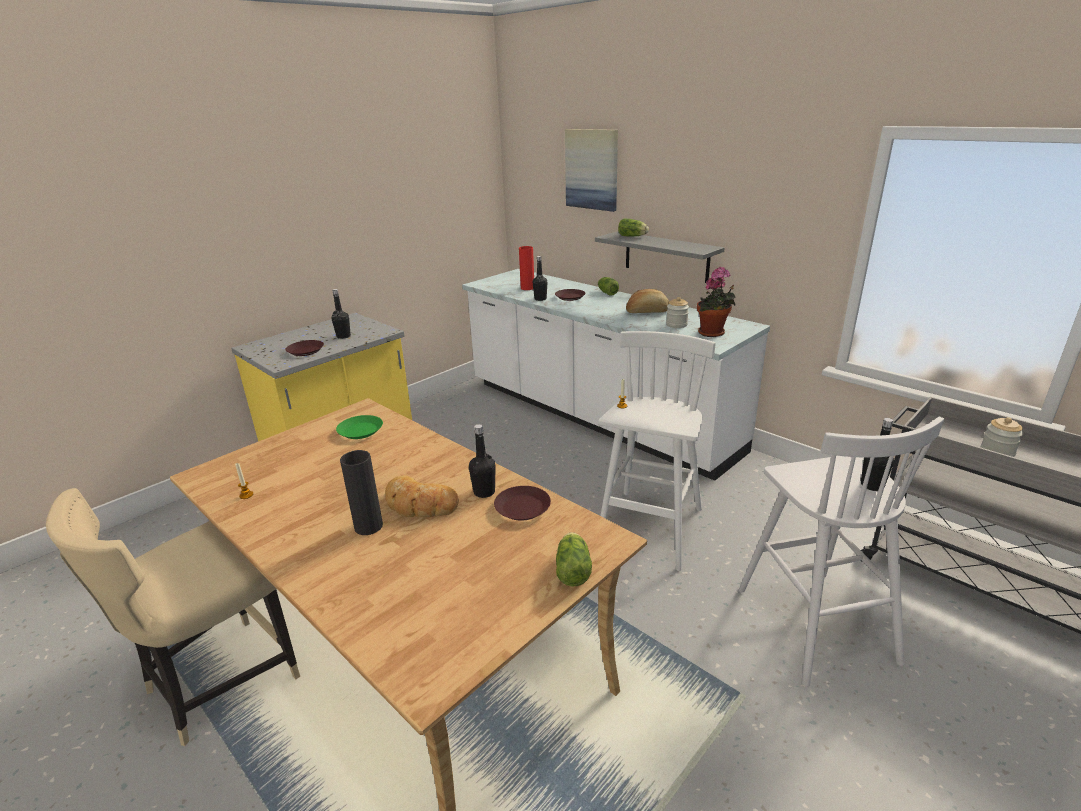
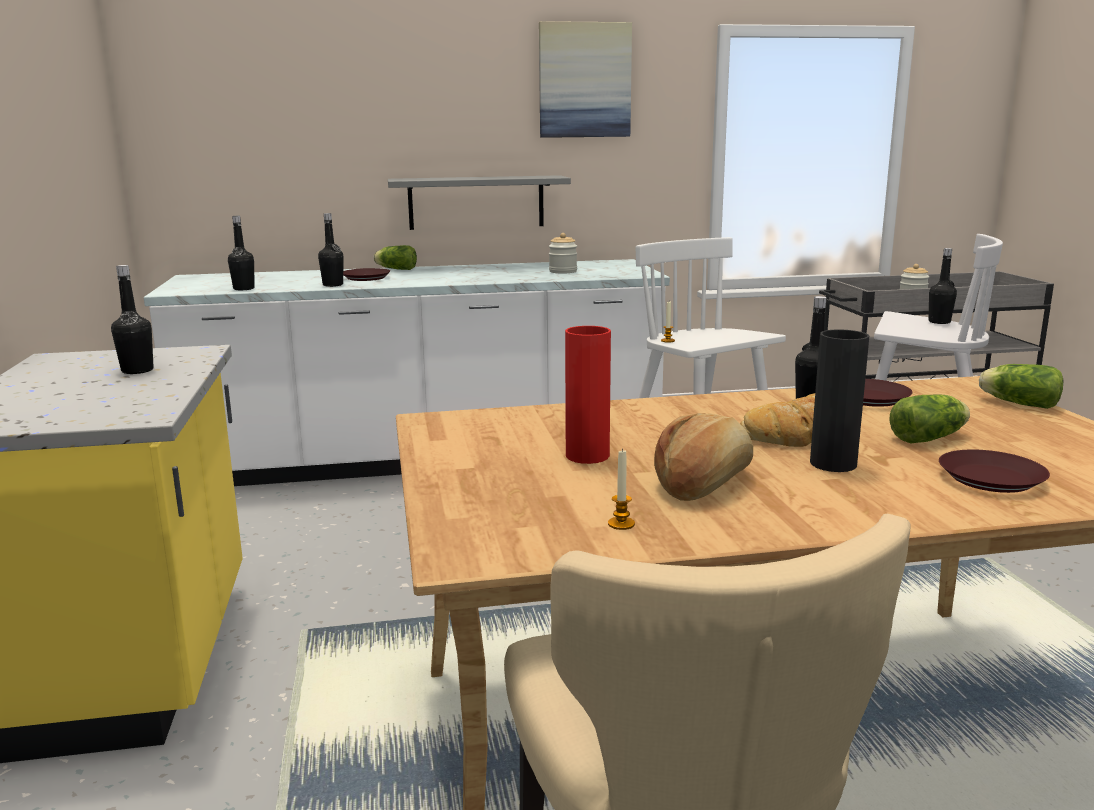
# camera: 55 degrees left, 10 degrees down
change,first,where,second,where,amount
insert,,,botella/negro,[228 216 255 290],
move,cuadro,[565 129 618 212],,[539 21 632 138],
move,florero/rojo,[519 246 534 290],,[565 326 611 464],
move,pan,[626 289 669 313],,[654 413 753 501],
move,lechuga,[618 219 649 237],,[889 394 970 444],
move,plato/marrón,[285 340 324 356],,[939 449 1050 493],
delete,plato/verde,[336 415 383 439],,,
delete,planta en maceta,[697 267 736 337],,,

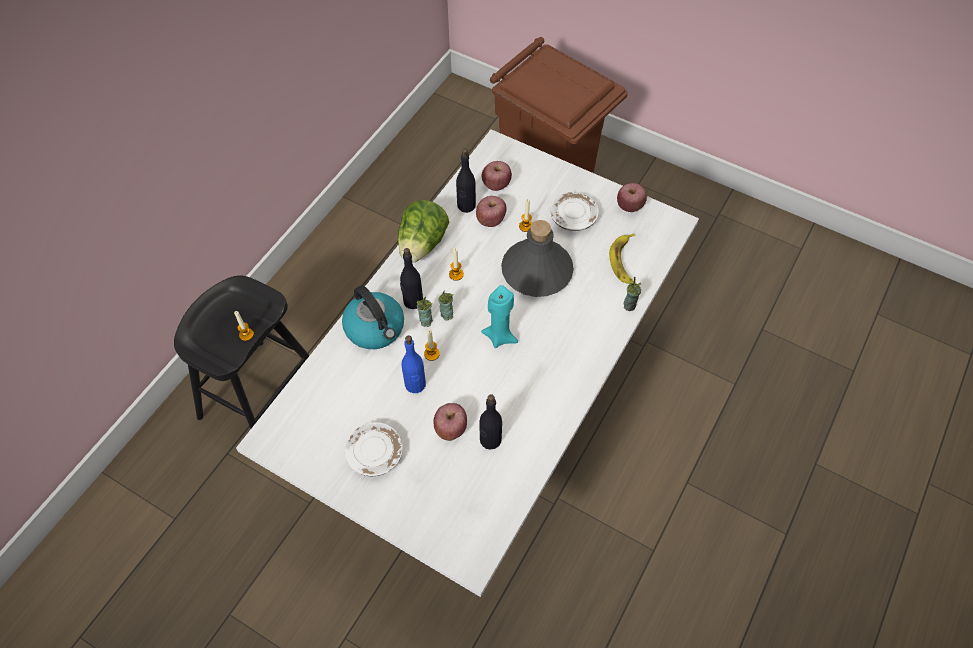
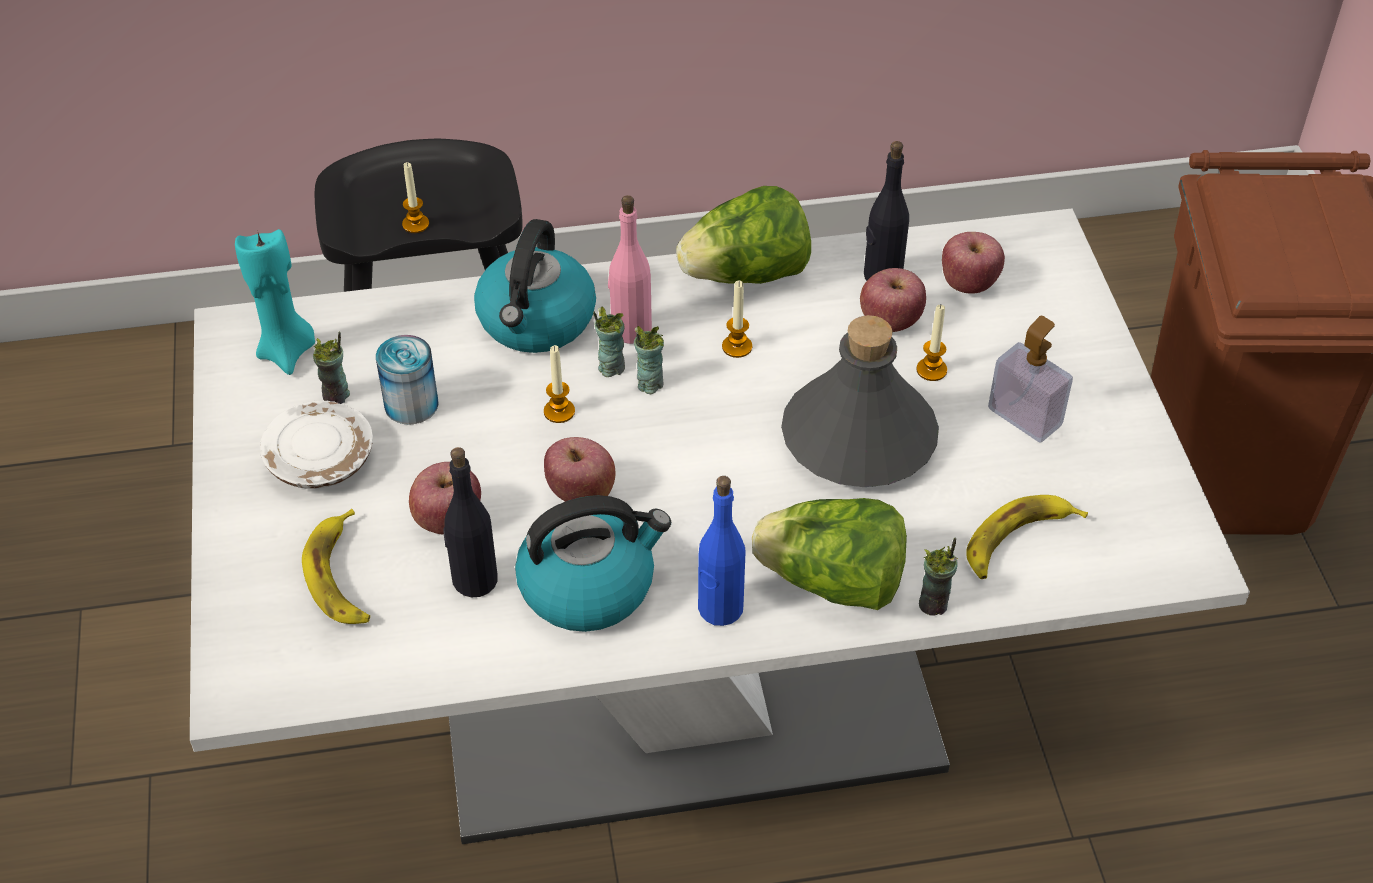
# camera: 50 degrees right, 10 degrees down
change,first,where,second,where,amount
move,vela/turquesa,[481 285 518 348],,[235 229 315 375],
insert,,,plátano,[302 509 370 624],
insert,,,taza,[313 332 350 404],
insert,,,lata,[376 335 439 425],
insert,,,hervidor,[515 495 671 632],
move,manzana,[617 183 647 212],,[544 437 616 502],
recolor,botella/negro,[400 248 423 309],botella/rosa,[608 195 652 344],
move,botella/azul,[402 336 426 393],,[698 476 746 626],
insert,,,lechuga,[752 498 907 610],
replace,plato/blanco,[550 192 599 231],dispensador de jabón,[988 316 1073 443],

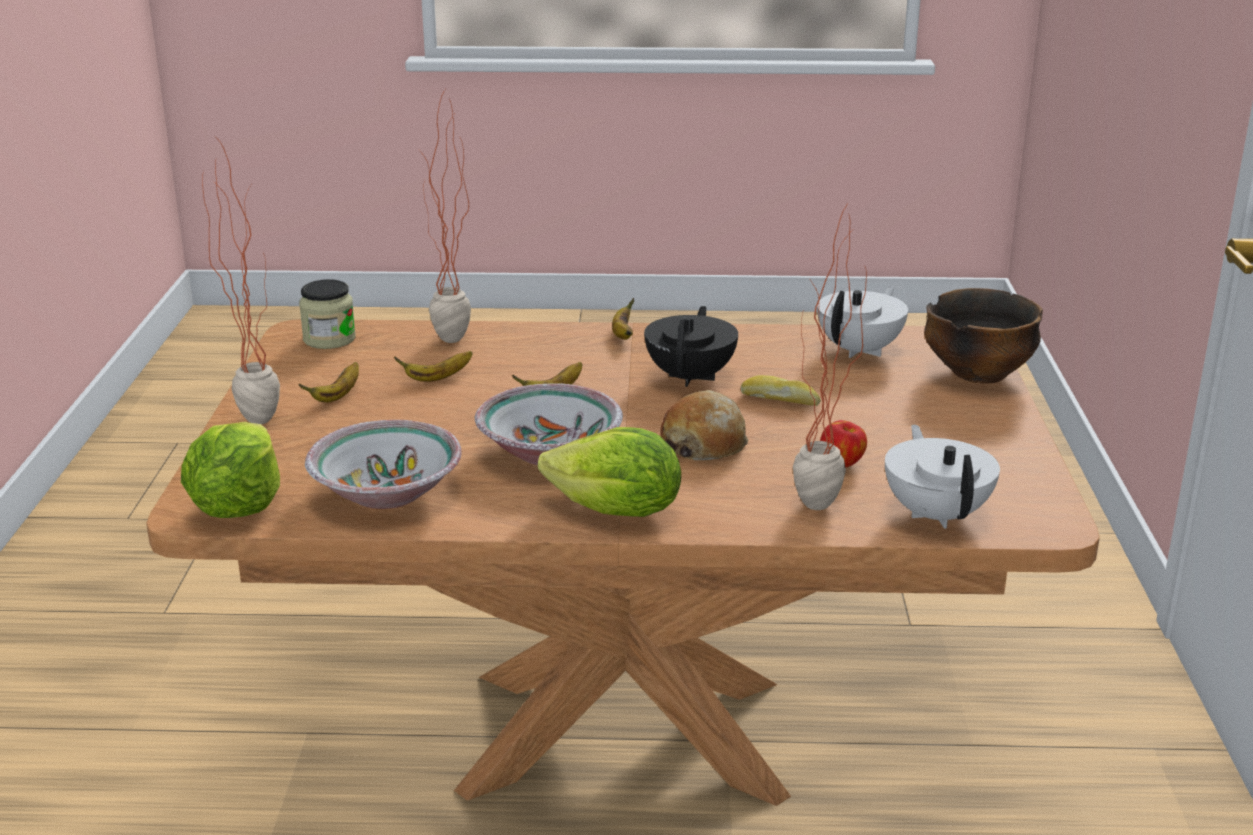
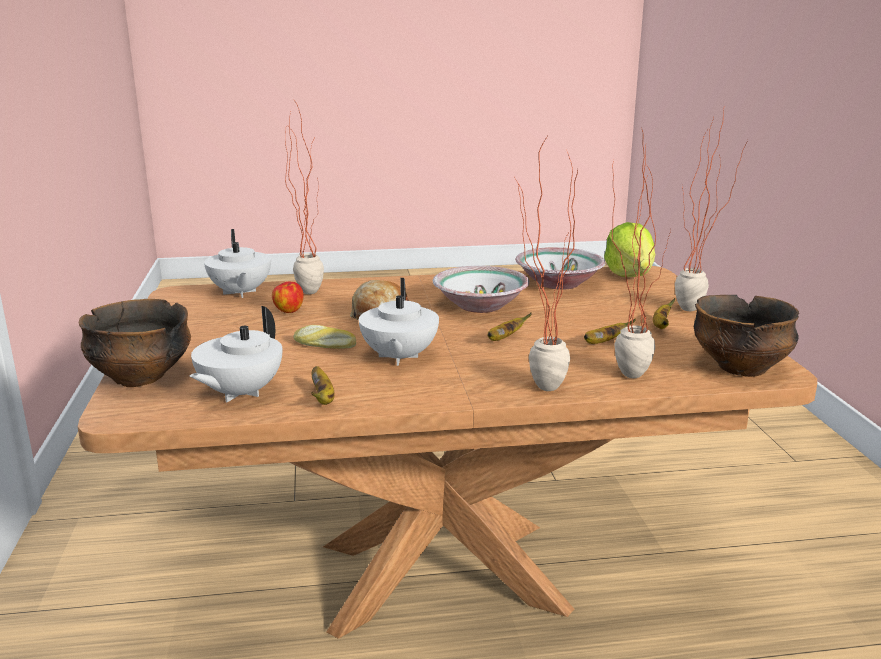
# camera: 170 degrees right, 5 degrees down
change,first,where,second,where,amount
move,plátano,[612 298 634 340],,[311 366 335 405],
recolor,tetera/negro,[644 306 738 387],tetera/blanco,[359 278 439 366],
insert,,,planta en maceta,[513 134 578 391],
replace,tarro,[299 279 356 349],cuenco,[694 295 799 377],
delete,lechuga,[538 427 681 517],,,

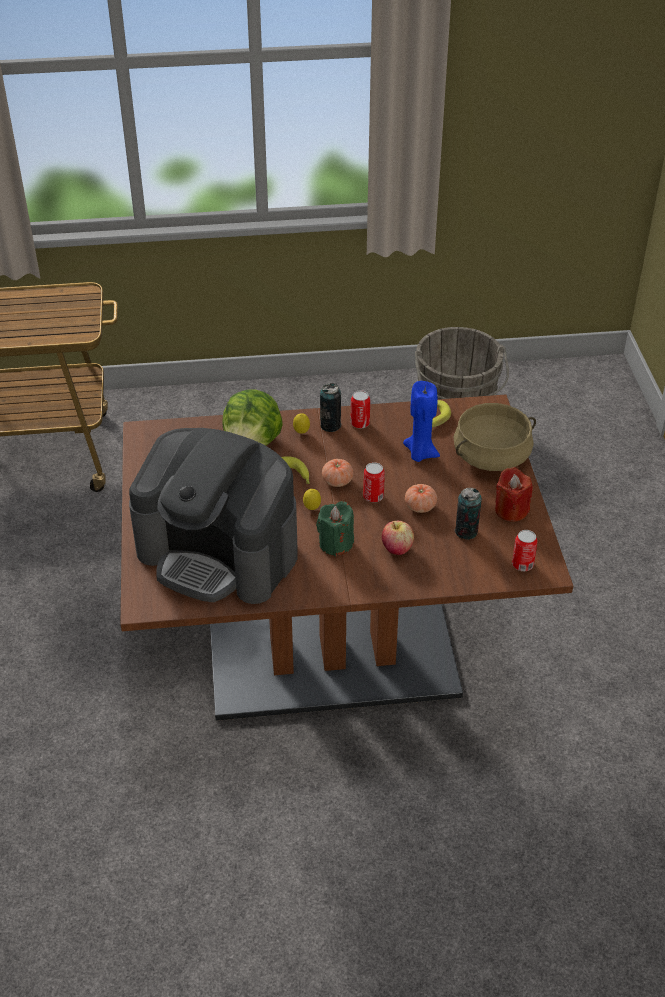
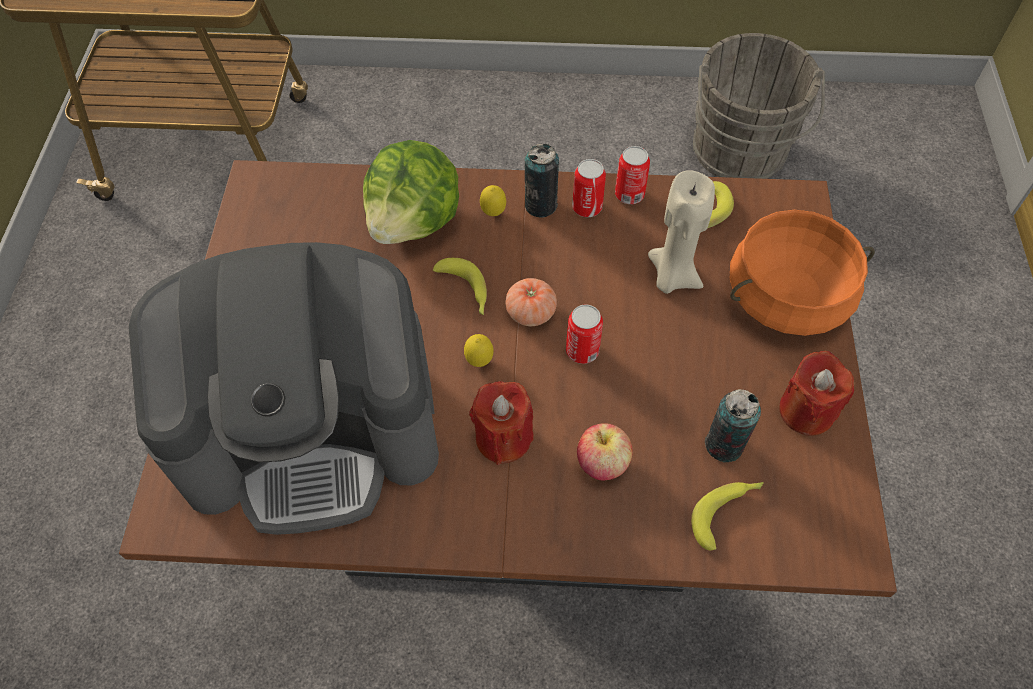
# camera: 10 degrees right, 15 degrees up
change,first,where,second,where,amount
rotate,cafetera,[129 428 298 604],,[129 242 439 535],45 degrees counterclockwise
recolor,vela/verde,[316 501 354 556],vela/rojo,[469 381 534 465],
move,lata,[512 530 537 571],,[615 146 650 204],
recolor,vela/azul,[403 381 440 462],vela/beis,[648 170 715 294],
insert,,,plátano,[691 482 764 550],
recolor,olla/beis,[453 403 536 471],olla/naranja,[730 210 875 336],
delete,tomate,[405 484 437 513],,,

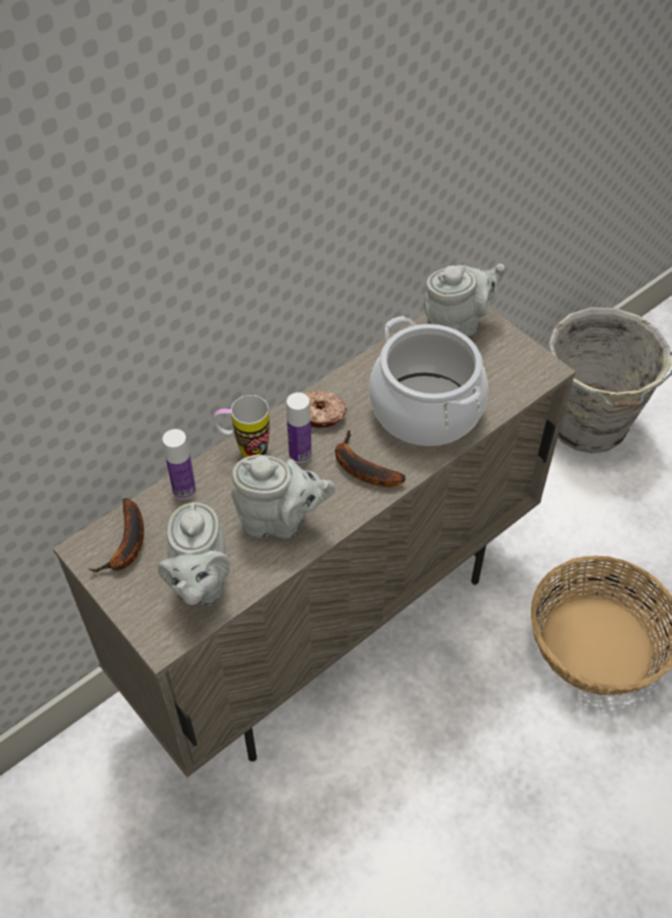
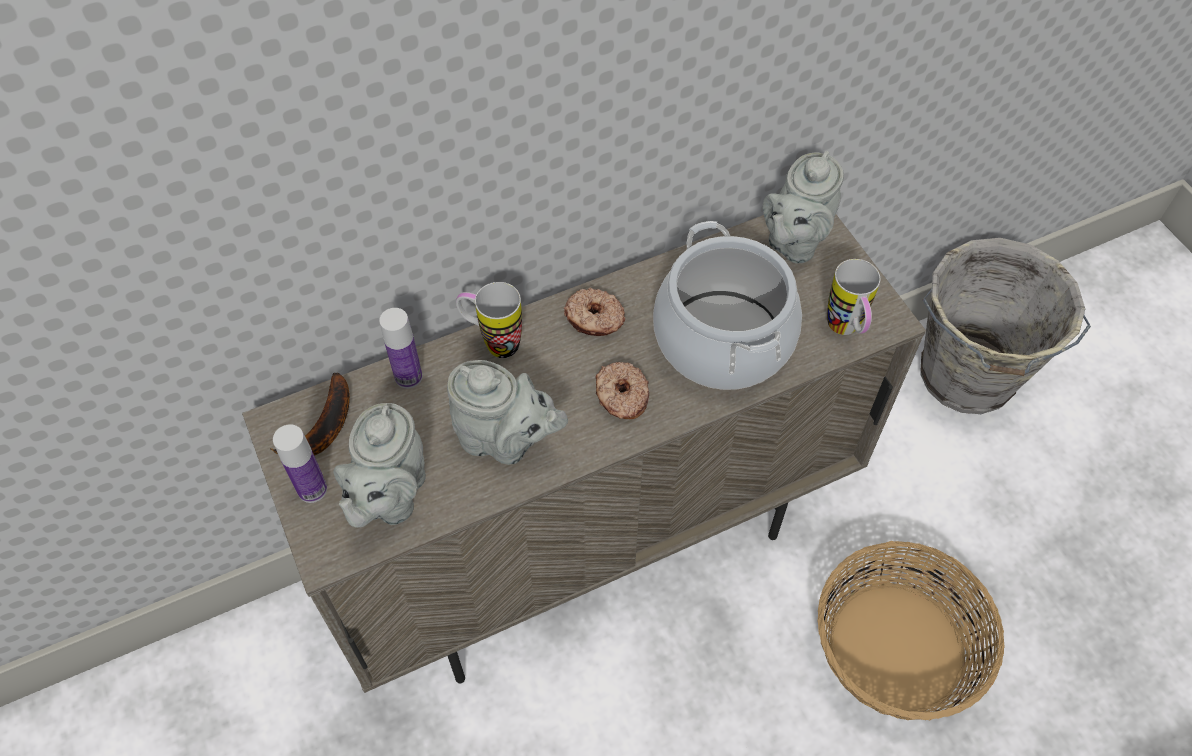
# camera: 15 degrees right, 5 degrees up
change,first,where,second,where,amount
move,botella,[287 392 312 463],,[273 424 327 503],
replace,plátano,[335 430 406 487],rosquilla,[595 362 649 419],
rotate,tetera/gris,[424 264 504 337],,[762 151 844 264],135 degrees clockwise
insert,,,taza grande,[827 259 880 335],

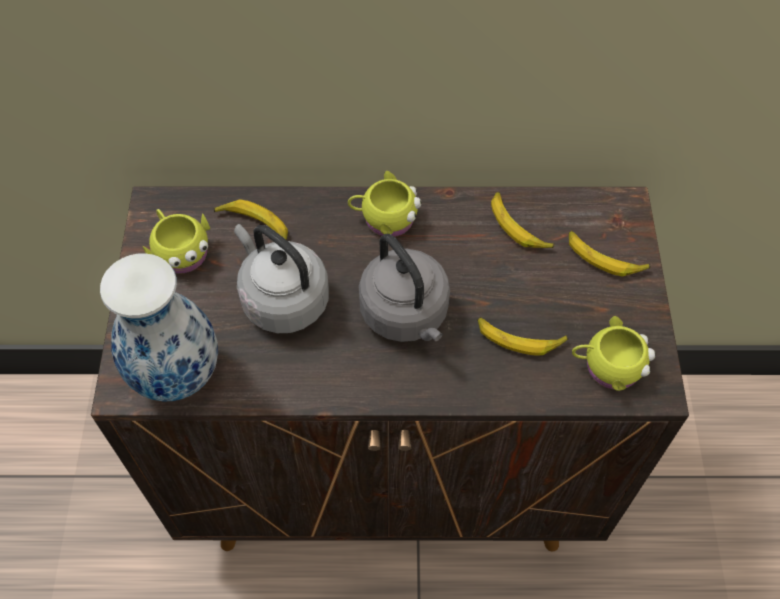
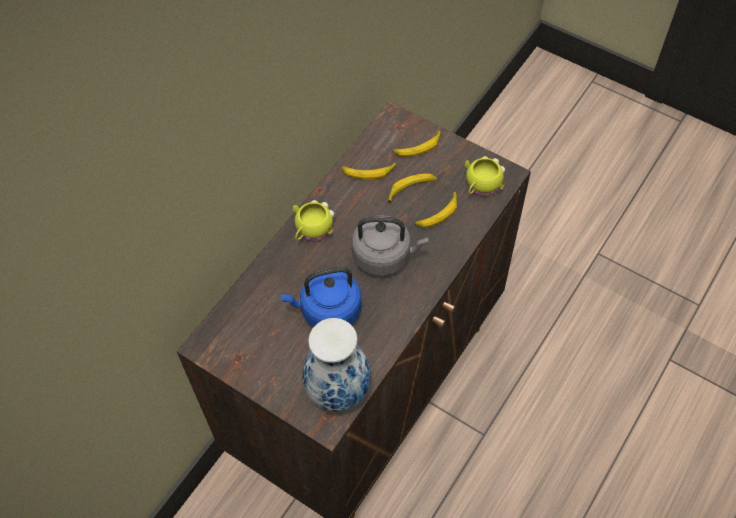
# camera: 55 degrees left, 0 degrees up
change,first,where,second,where,amount
recolor,hervidor/gris,[234 224 329 333],hervidor/azul,[281 266 362 327],
move,plátano,[214 199 288 240],,[388 174 437 203],
delete,taza grande/amarillo,[143 209 210 274],,,

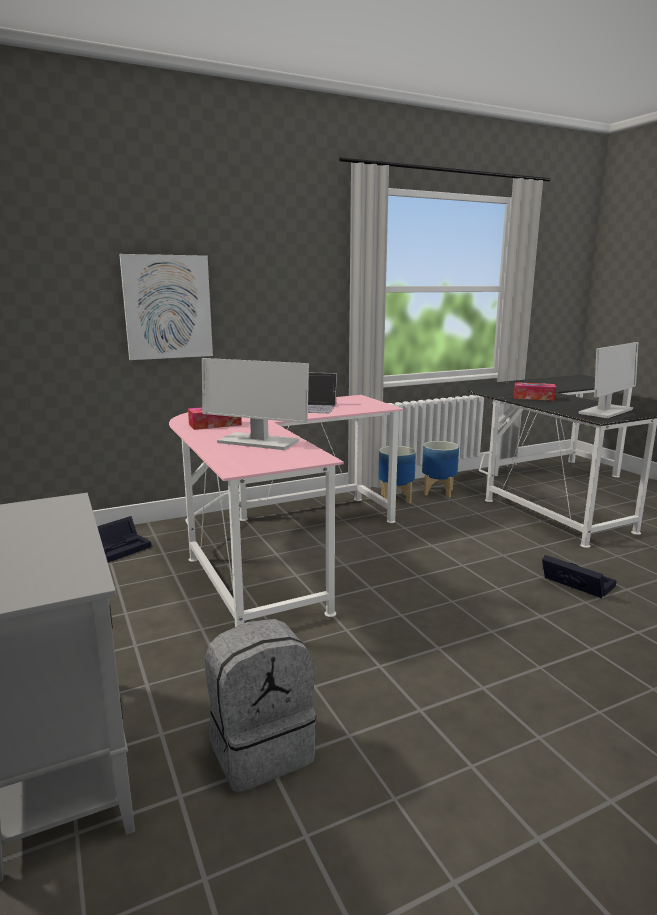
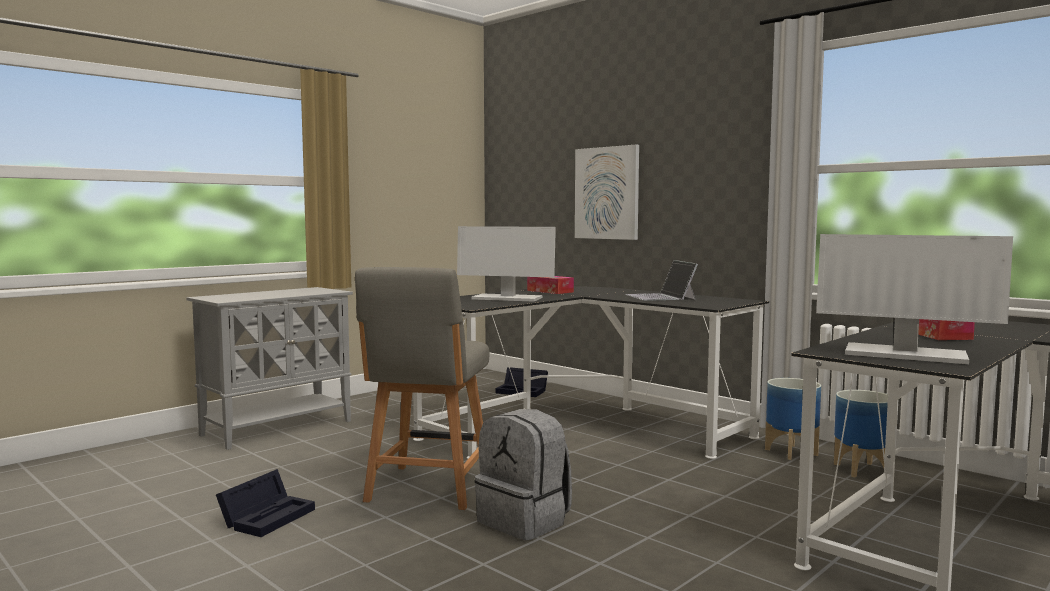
# camera: 70 degrees right, 10 degrees down
change,first,where,second,where,amount
move,caja de almacenaje/negro,[542 555 617 598],,[216 469 315 537],
insert,,,silla/gris,[355 267 489 510],
recolor,escritorio/rosa,[169 395 403 627],escritorio/negro,[413 287 769 459],
rotate,monitor,[202 358 309 450],,[457 226 556 302],75 degrees counterclockwise
move,mochila/gris,[205 619 316 792],,[475 409 572 540],

